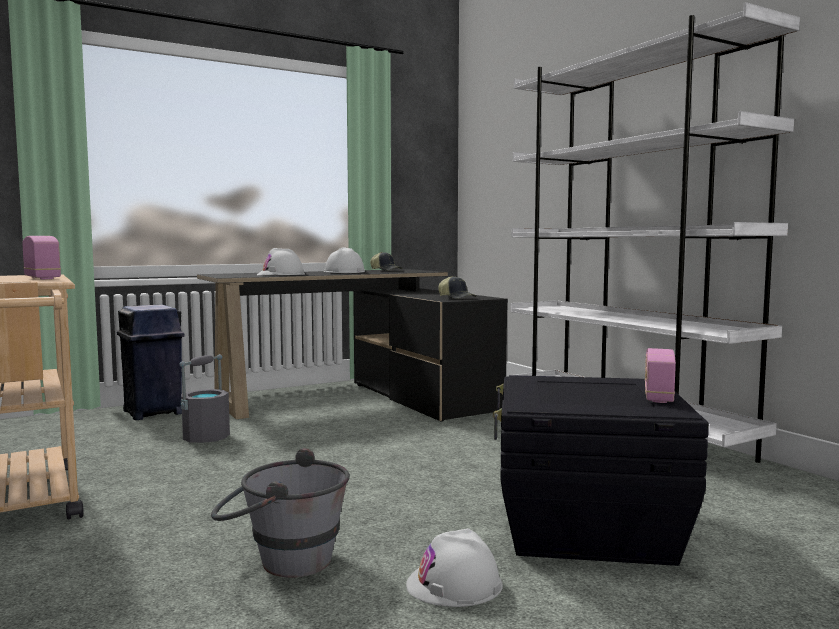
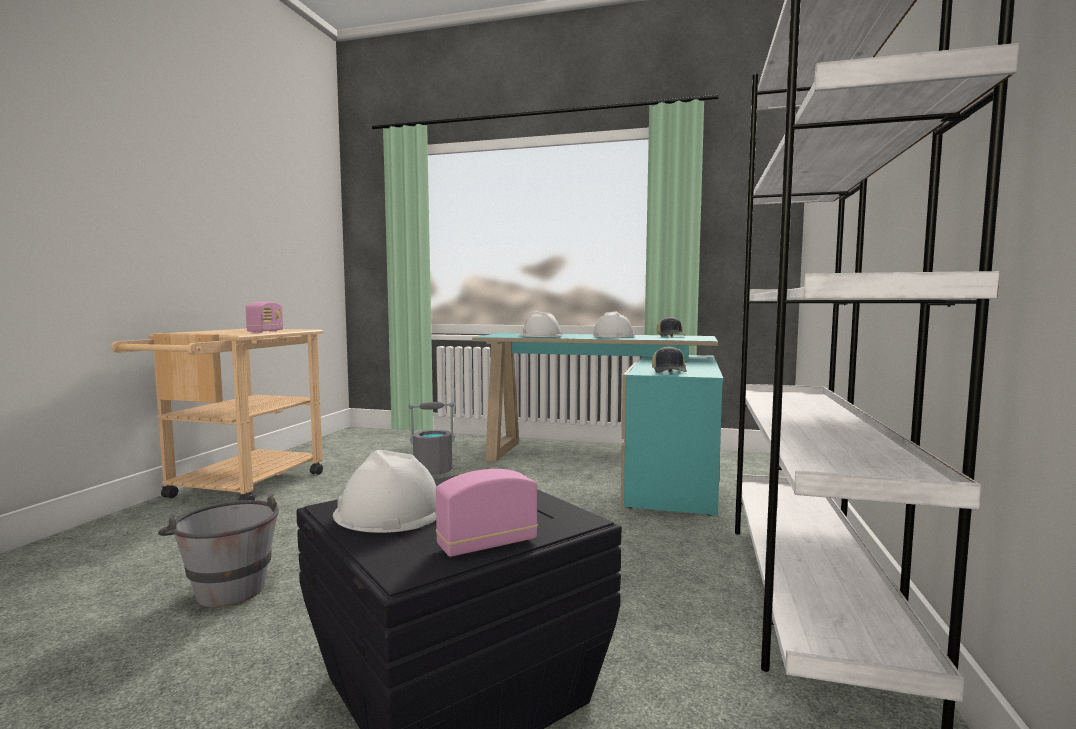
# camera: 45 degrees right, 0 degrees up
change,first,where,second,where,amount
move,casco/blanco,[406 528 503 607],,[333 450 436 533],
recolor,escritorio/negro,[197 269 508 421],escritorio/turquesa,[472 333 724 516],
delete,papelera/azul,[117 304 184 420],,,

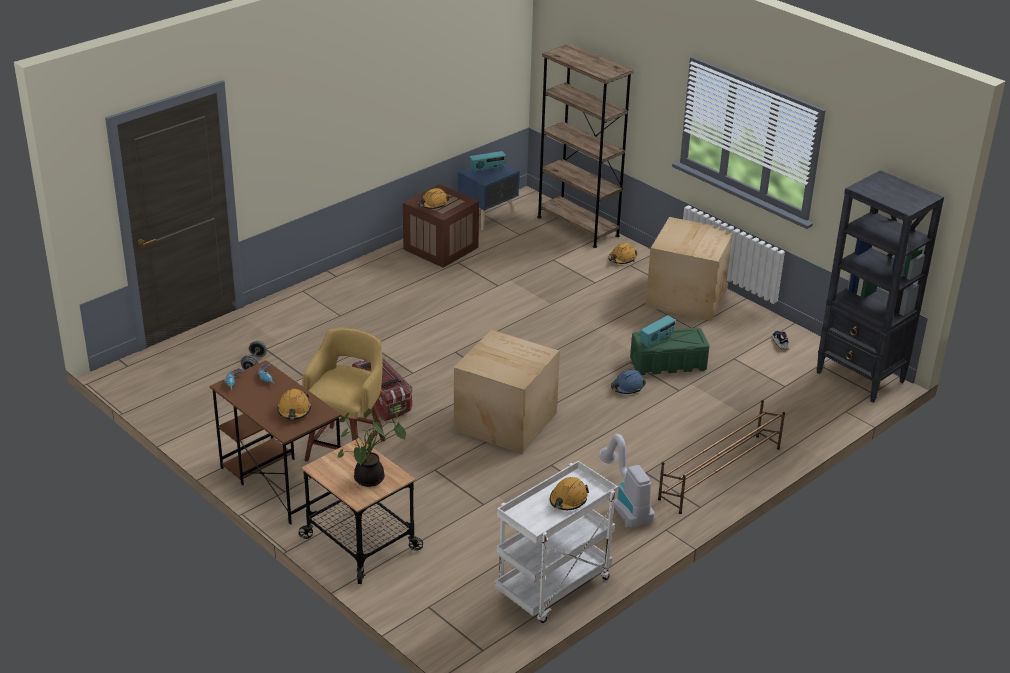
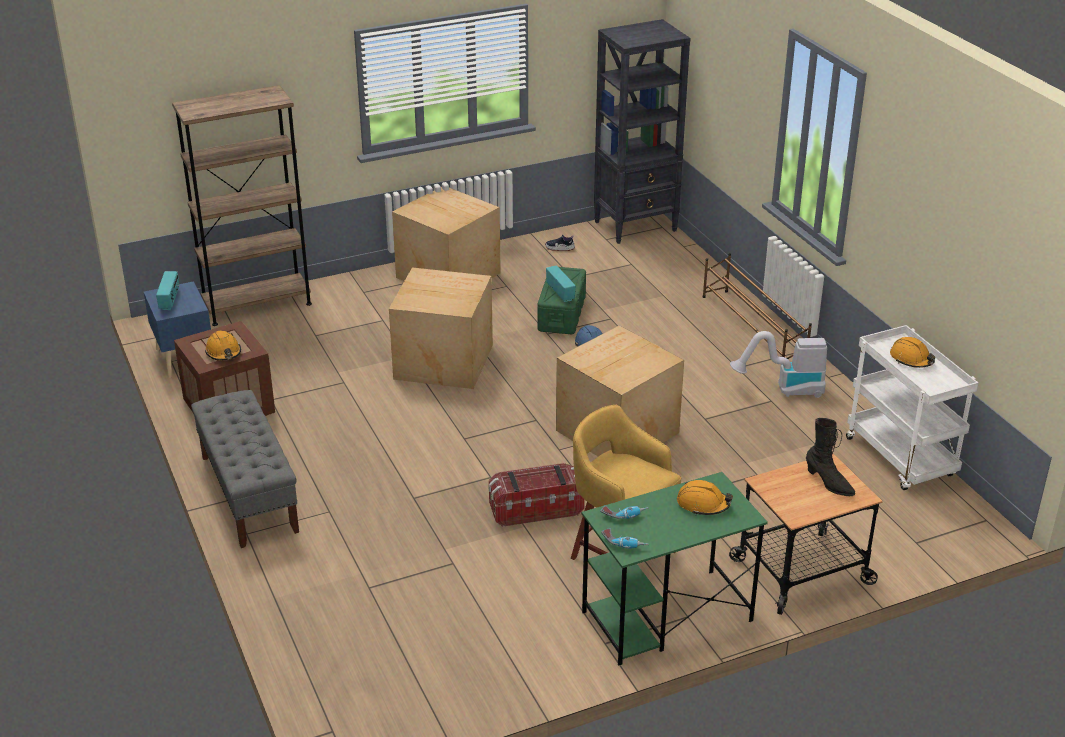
# camera: 70 degrees left, 0 degrees up
change,first,where,second,where,amount
insert,,,banco/gris,[191 390 299 548],
insert,,,caja de cartón,[389 267 493 389],
recolor,escritorio/marrón,[210 360 341 525],escritorio/verde,[582 472 768 666],
replace,planta en maceta,[338 404 406 487],bota/negro,[806 418 855 496],
delete,mancuerna/gris,[241 341 267 370],,,
delete,casco/naranja,[608 243 637 264],,,

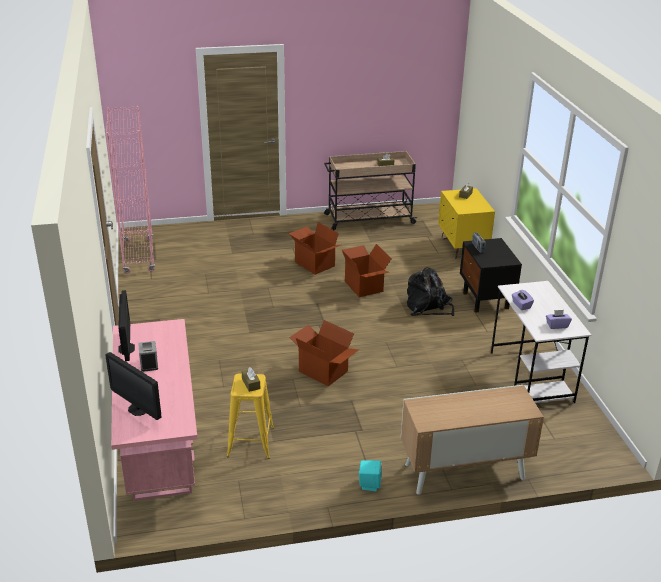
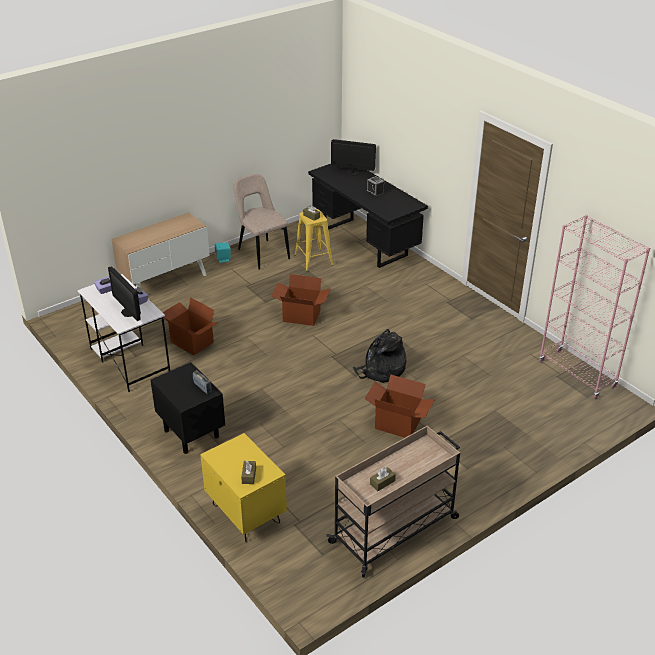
# camera: 155 degrees right, 5 degrees up
change,first,where,second,where,amount
move,monitor,[118 290 135 361],,[108 266 141 321],
move,caja de cartón,[342 244 392 297],,[162 297 219 356],
insert,,,silla/beis,[233 174 290 269],
recolor,escritorio/rosa,[111 319 198 501],escritorio/negro,[308 164 428 268],
move,mochila/negro,[407 267 454 316],,[353 329 406 383],

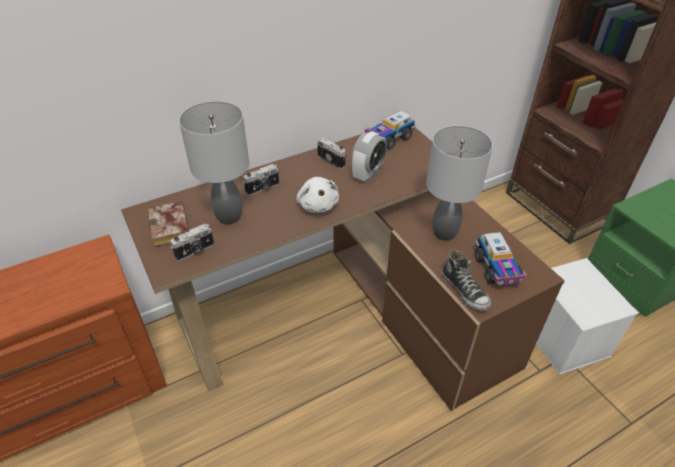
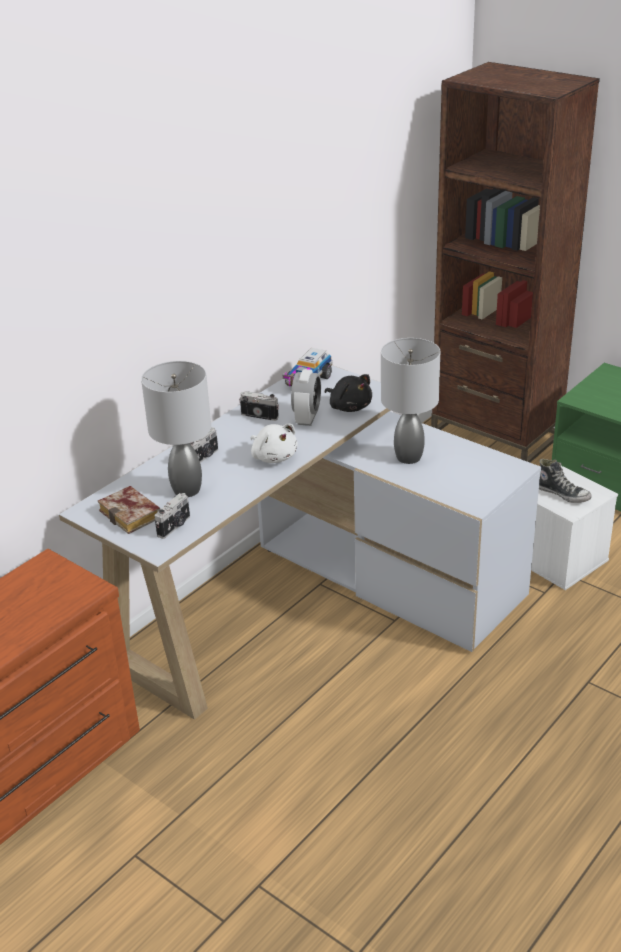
# camera: 20 degrees left, 10 degrees down
change,first,where,second,where,amount
recolor,escritorio/marrón,[121 128 565 411],escritorio/blanco,[59 365 541 720],
insert,,,peluche/negro,[325 374 372 412],
move,zapato,[442 249 492 311],,[539 459 592 503],
delete,camión de juguete,[475 232 527 287],,,

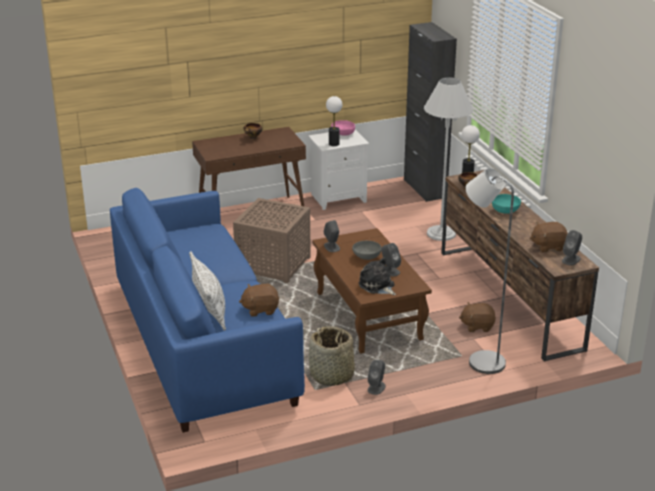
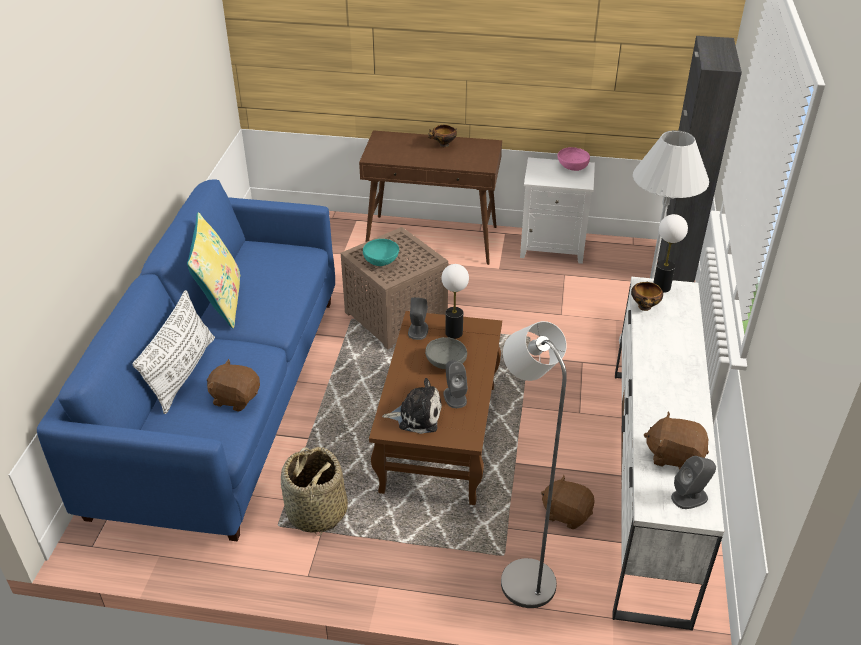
# camera: 30 degrees right, 10 degrees up
change,first,where,second,where,amount
insert,,,cojín/amarillo,[187 212 240 328],
move,cuenco/turquesa,[492 194 521 214],,[363 239 399 266],
rotate,peluche,[358 257 396 295],,[382 378 442 434],105 degrees clockwise
move,lámpara de mesa,[326 96 342 146],,[441 264 469 339],
recolor,mueble de televisión/marrón,[441 170 599 362],mueble de televisión/blanco,[612 277 724 631],
delete,altavoz/gris,[367 360 386 395],,,

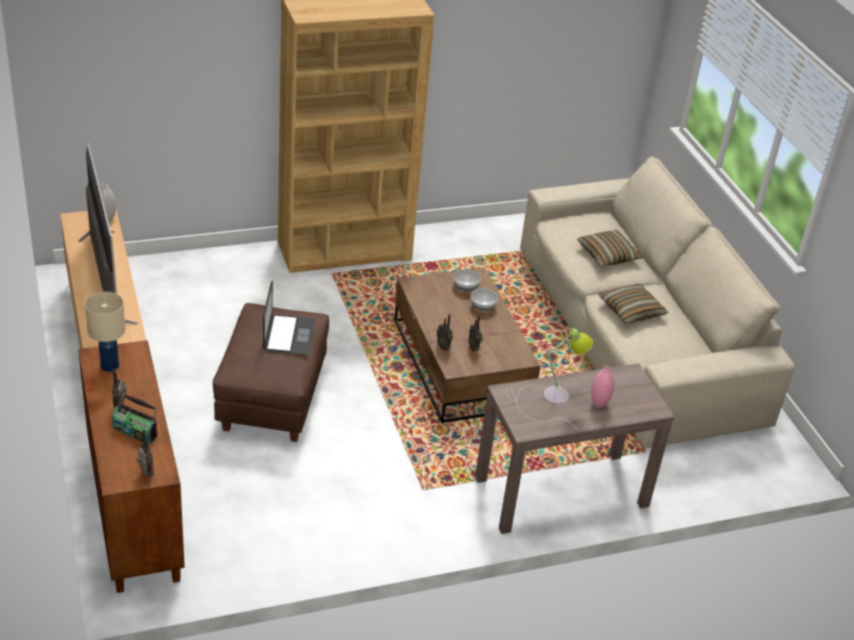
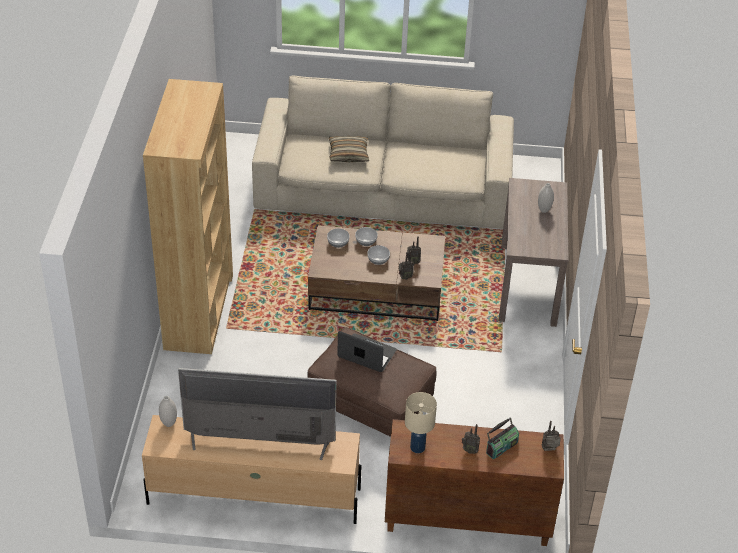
# camera: 65 degrees left, 5 degrees up
change,first,where,second,where,amount
insert,,,cuenco,[367 245 390 265],
recolor,florero/rosa,[591 366 614 408],florero/blanco,[538 183 554 213],
delete,lámpara de mesa,[506 328 593 429],,,
delete,cojín,[599 284 669 324],,,

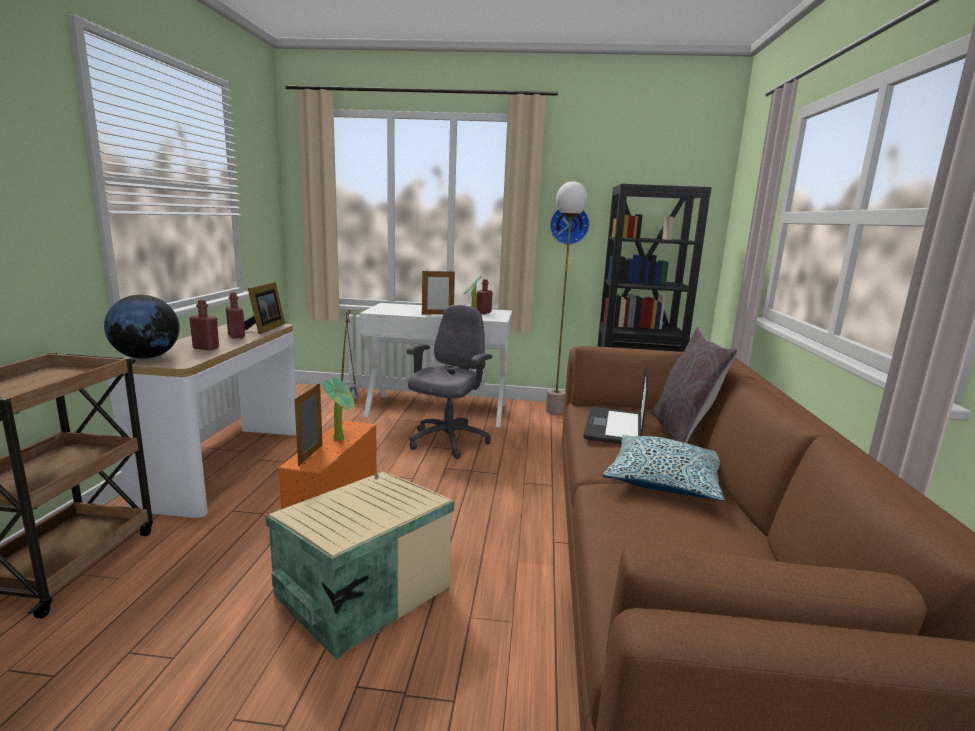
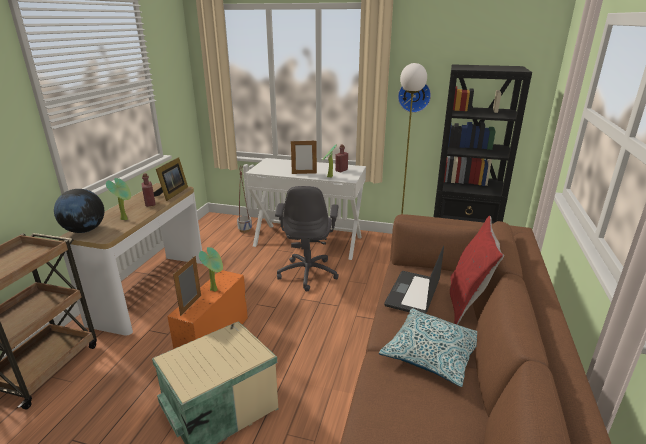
# camera: 10 degrees right, 10 degrees up
change,first,where,second,where,amount
replace,botella/rojo,[189 300 219 350],planta en maceta,[106 178 131 220],
rotate,silla de oficina/gris,[406 305 492 459],,[275 186 339 291],150 degrees clockwise
recolor,cojín/gris,[651 327 739 443],cojín/rojo,[450 216 504 324],

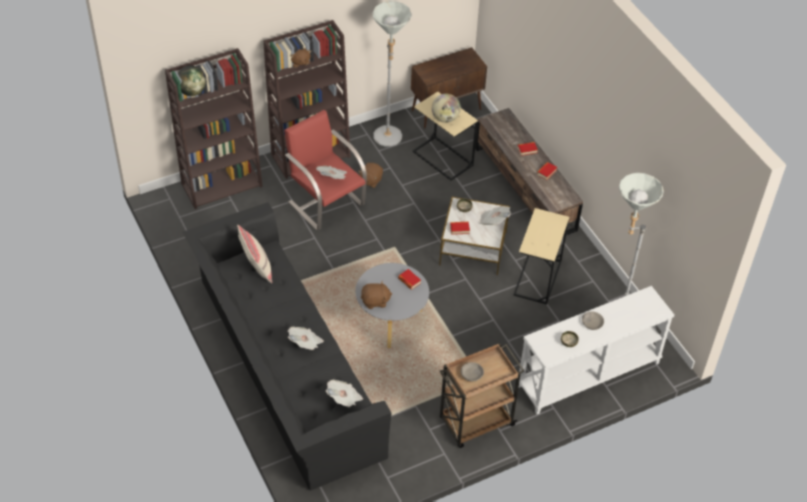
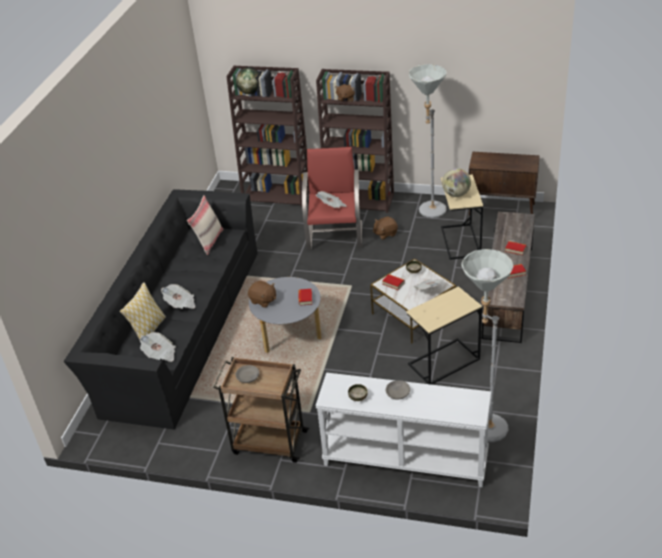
# camera: 45 degrees right, 10 degrees down
change,first,where,second,where,amount
insert,,,cojín,[120 282 166 340],

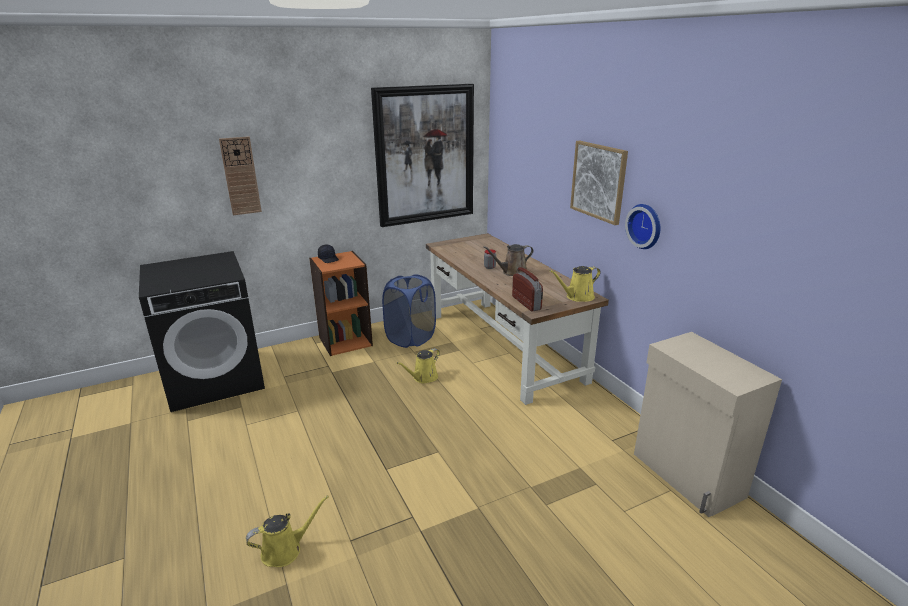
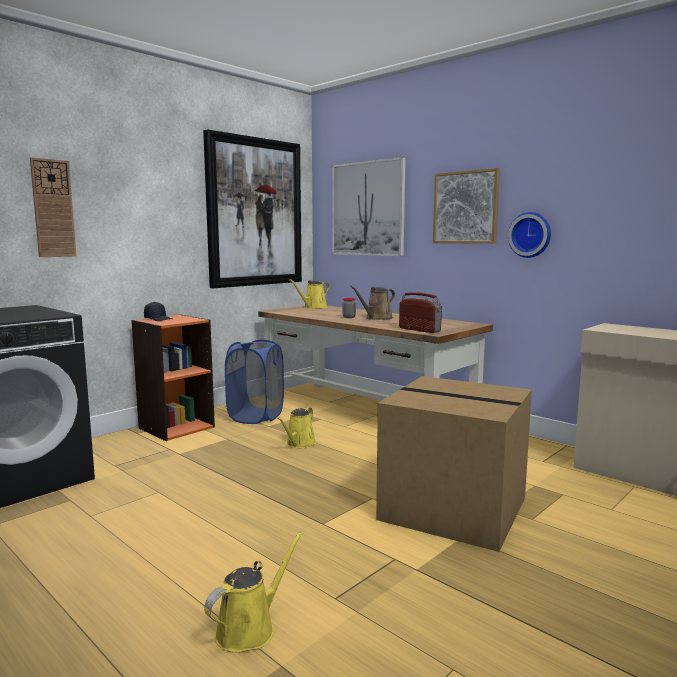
# camera: 20 degrees left, 15 degrees down
change,first,where,second,where,amount
move,regadera/amarillo,[549 266 601 302],,[289 279 329 309],
insert,,,cuadro,[332 157 406 256],
insert,,,caja de cartón,[376 376 532 552],

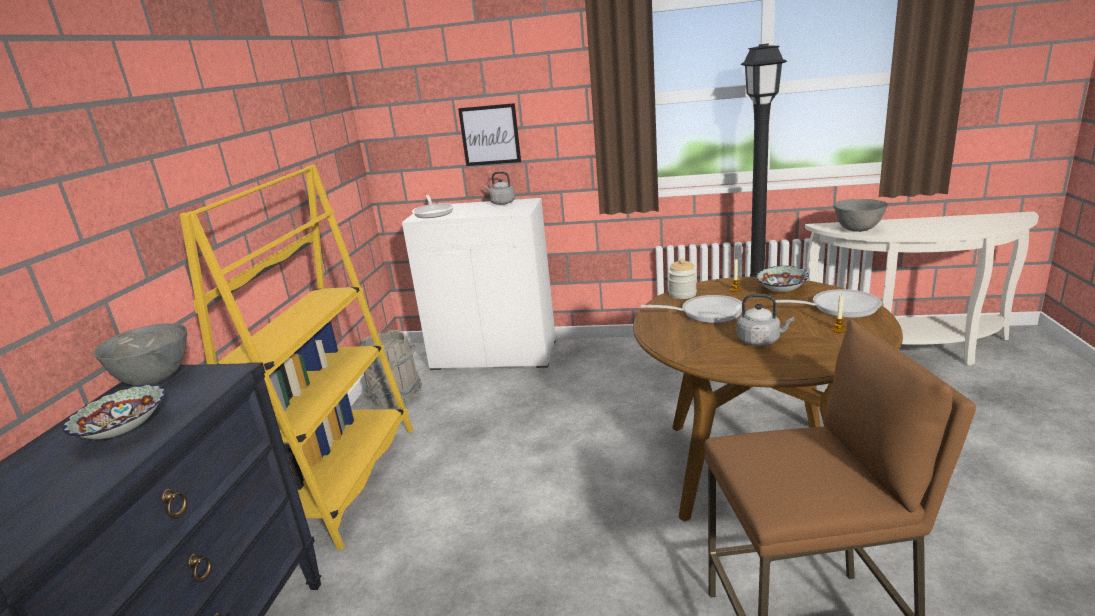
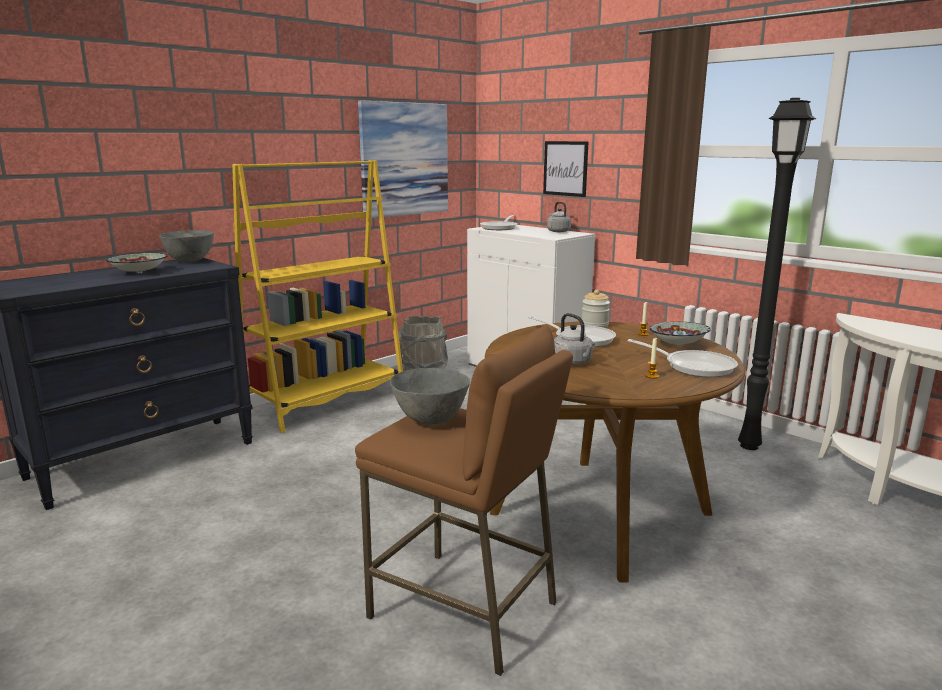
# camera: 35 degrees right, 5 degrees down
change,first,where,second,where,amount
insert,,,cuadro,[358 100 448 219],
move,cuenco/gris,[833 199 888 232],,[390 368 470 424],

